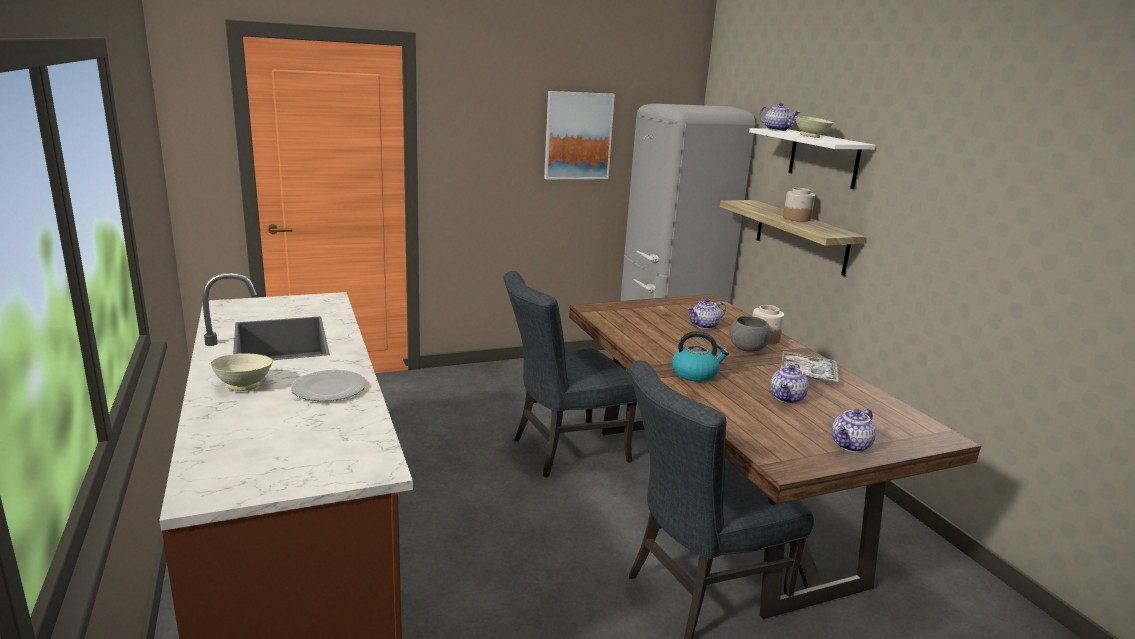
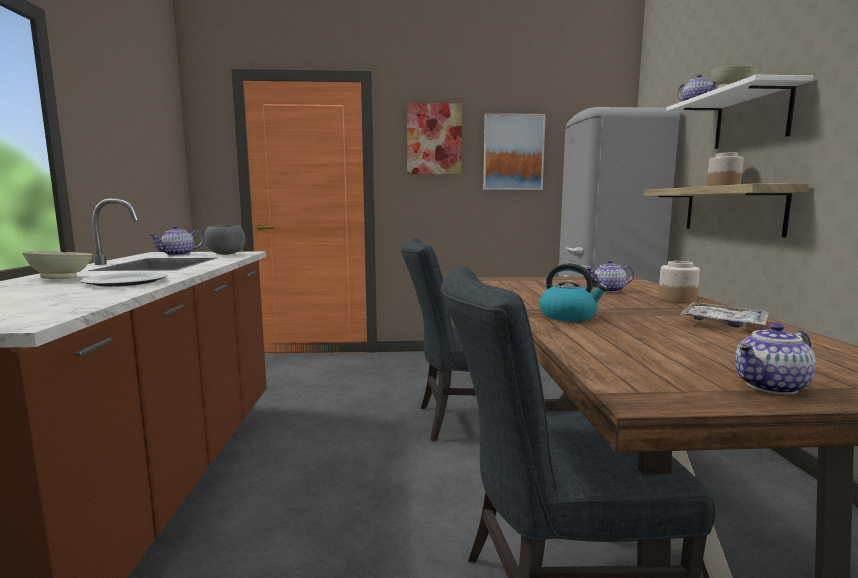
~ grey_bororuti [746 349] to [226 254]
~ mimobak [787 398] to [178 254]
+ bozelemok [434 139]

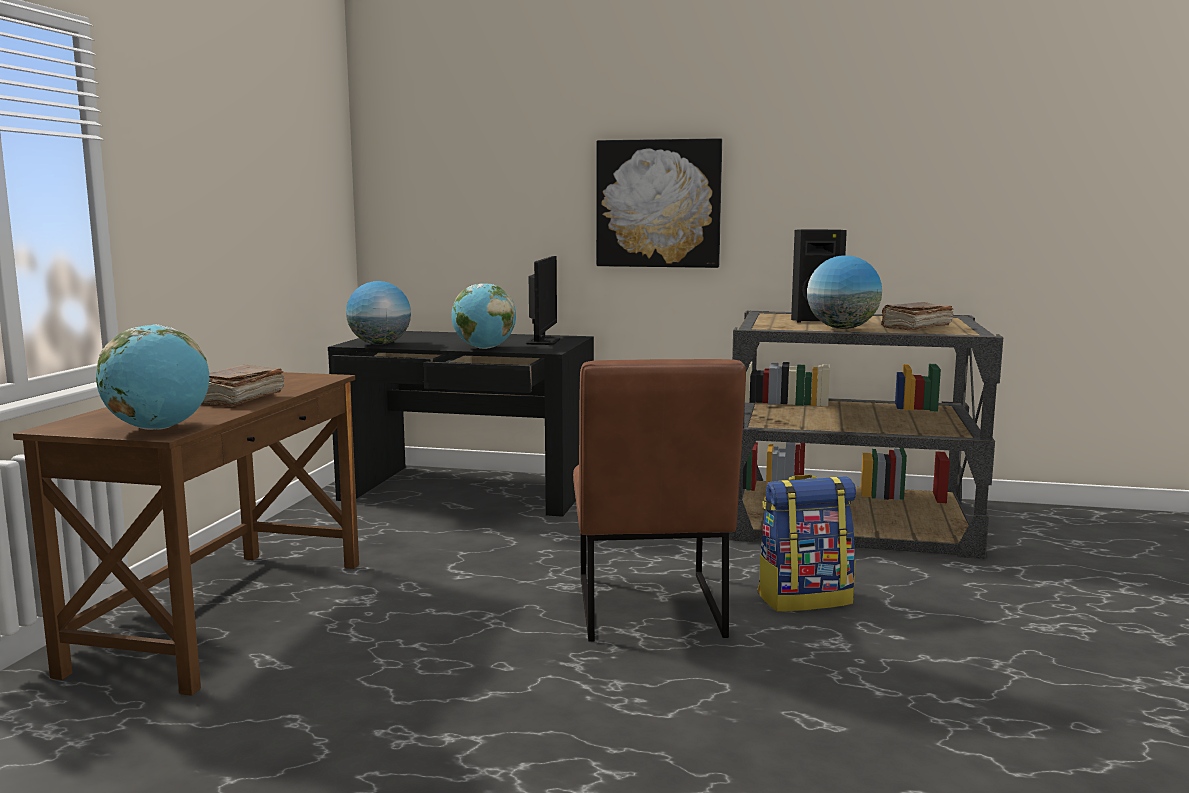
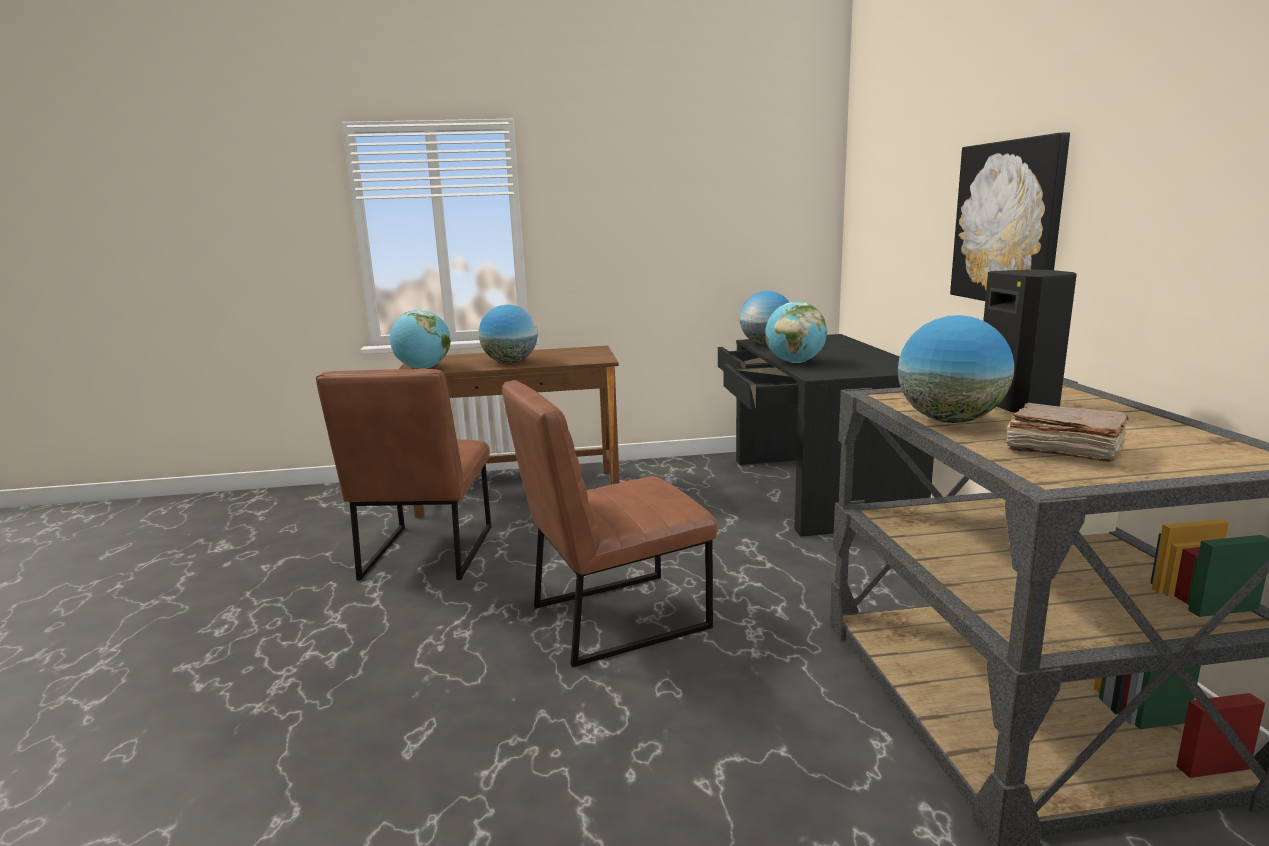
~ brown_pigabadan [239 399] to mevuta [510 362]
- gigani [543 341]
- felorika [804 599]
+ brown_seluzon [426 554]

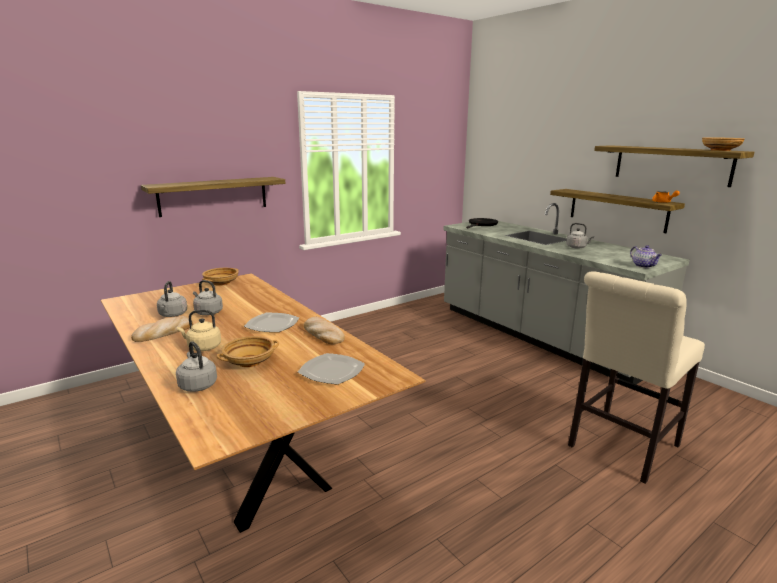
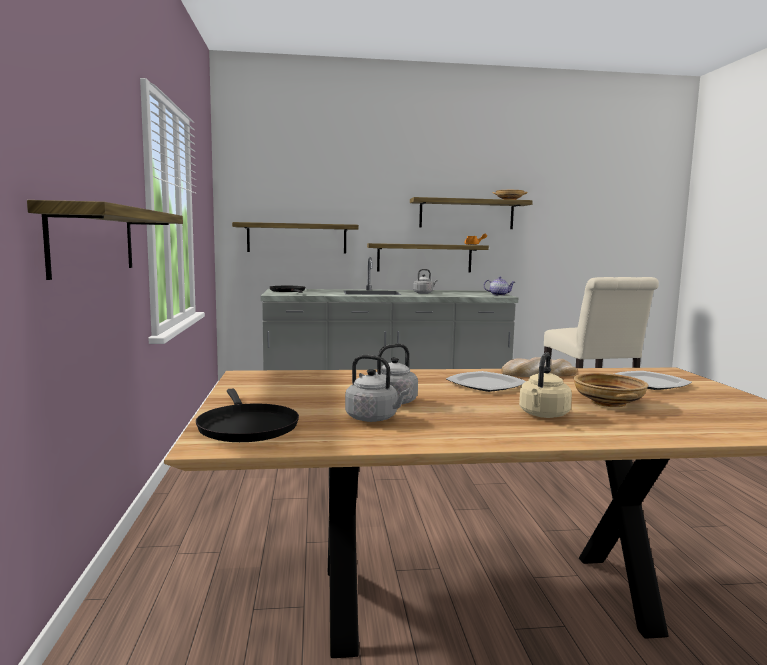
- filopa [163 332]
- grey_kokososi [197 385]
- beige_bororuti [221 283]
+ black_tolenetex [246 426]
+ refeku [297 238]

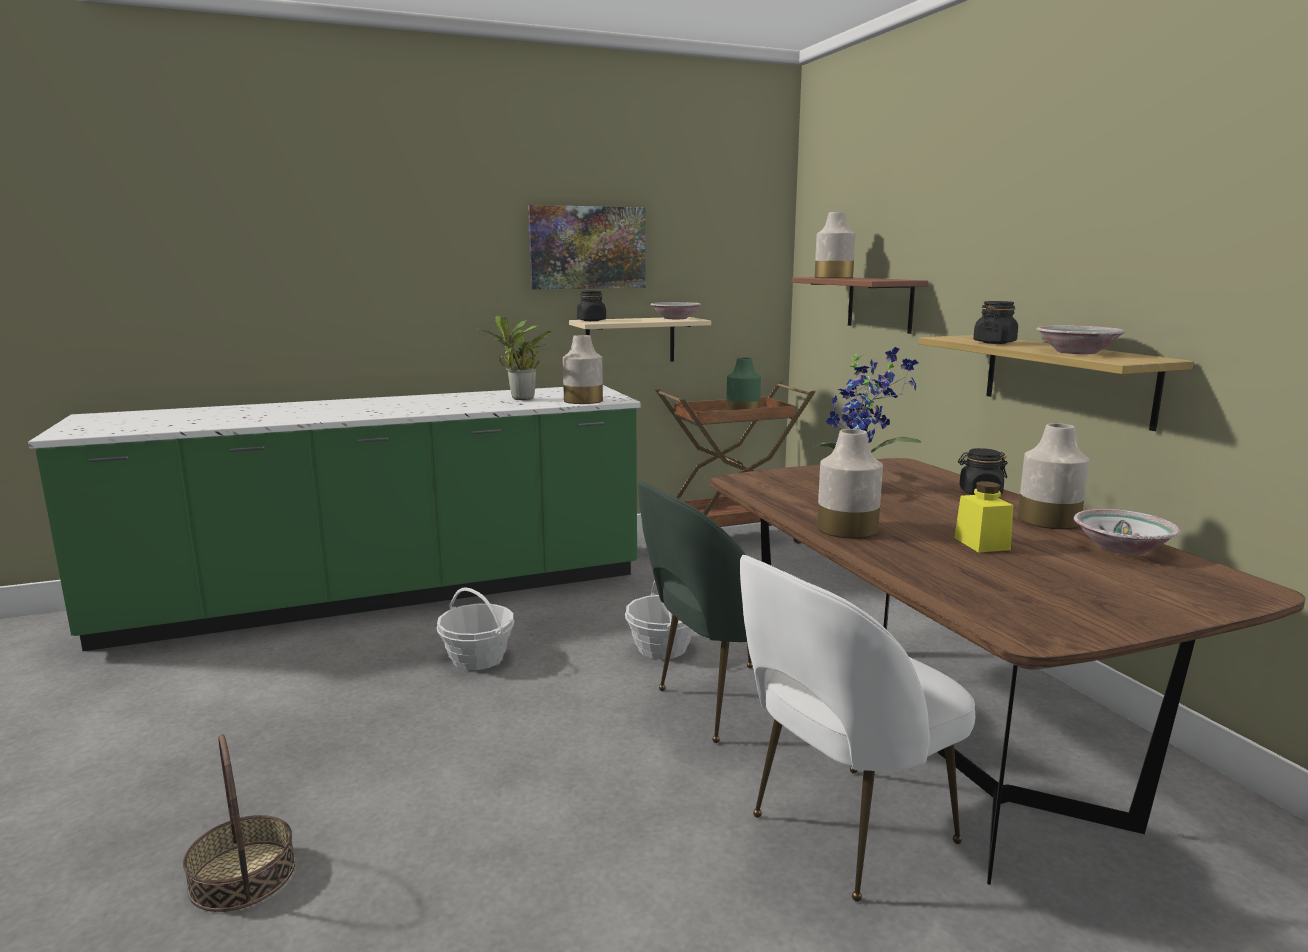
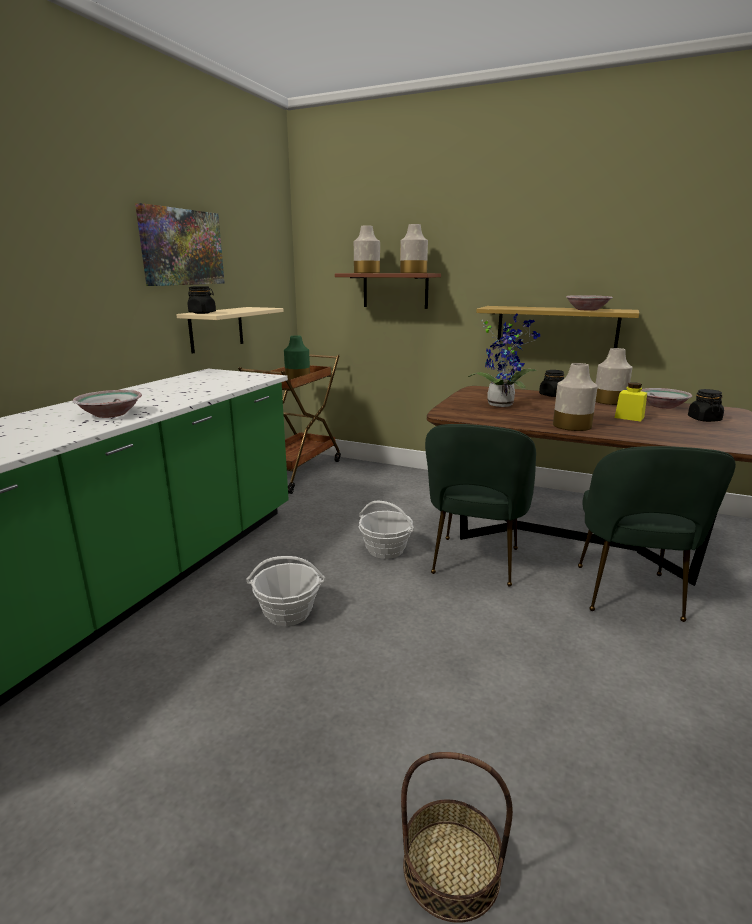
- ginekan [520 399]
~ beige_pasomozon [583 400] to [413 273]
~ bororuti [676 318] to [111 414]
~ white_seluzon [841 835] to green_seluzon [628 598]
~ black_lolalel [994 342] to [704 419]

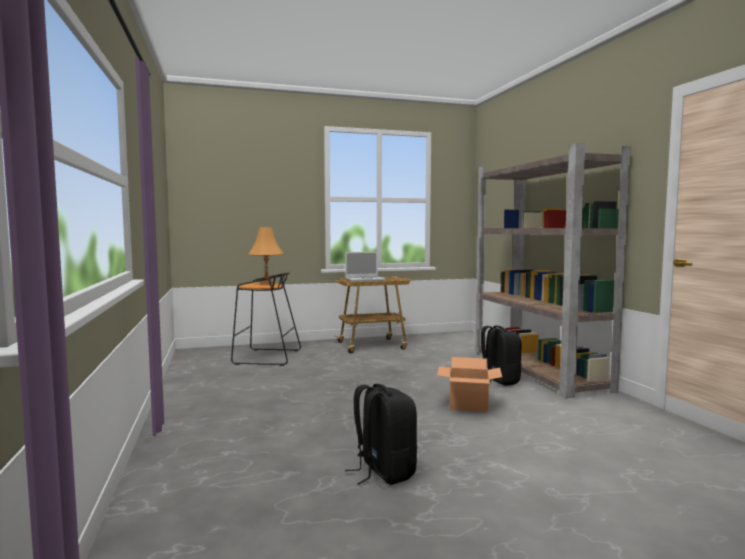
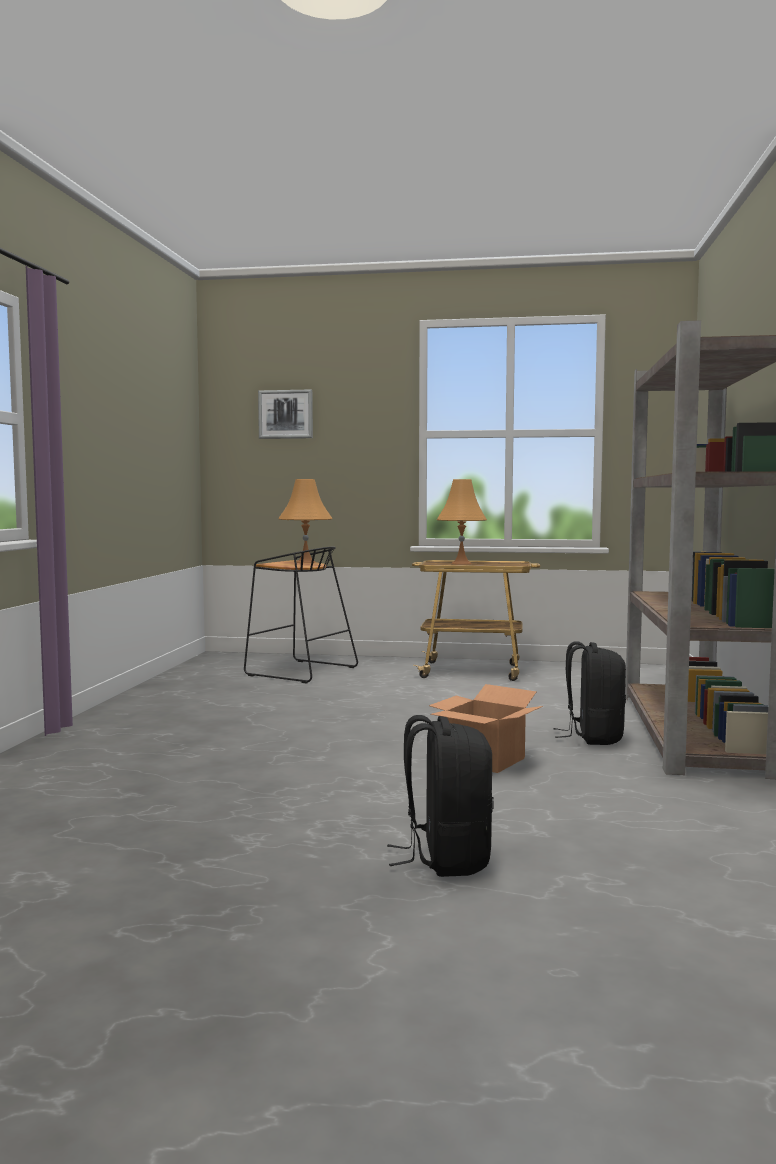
~ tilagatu [365 280] to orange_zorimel [461 563]
~ black_felorika [383 472] to [445 859]
+ bozelemok [285 414]

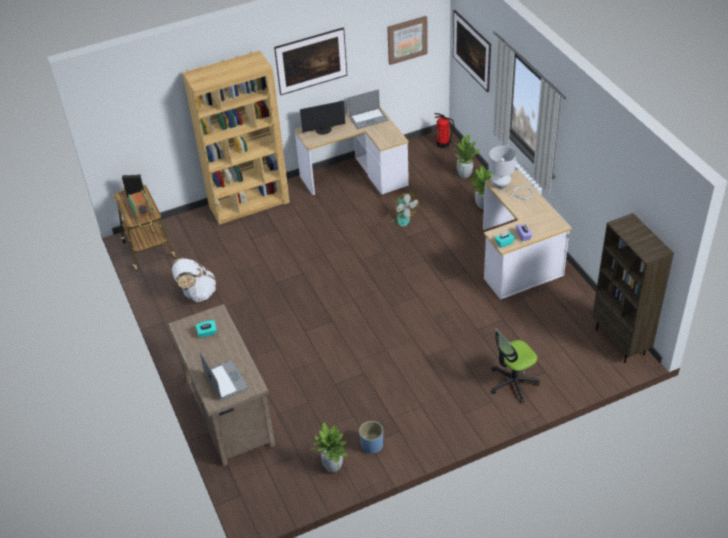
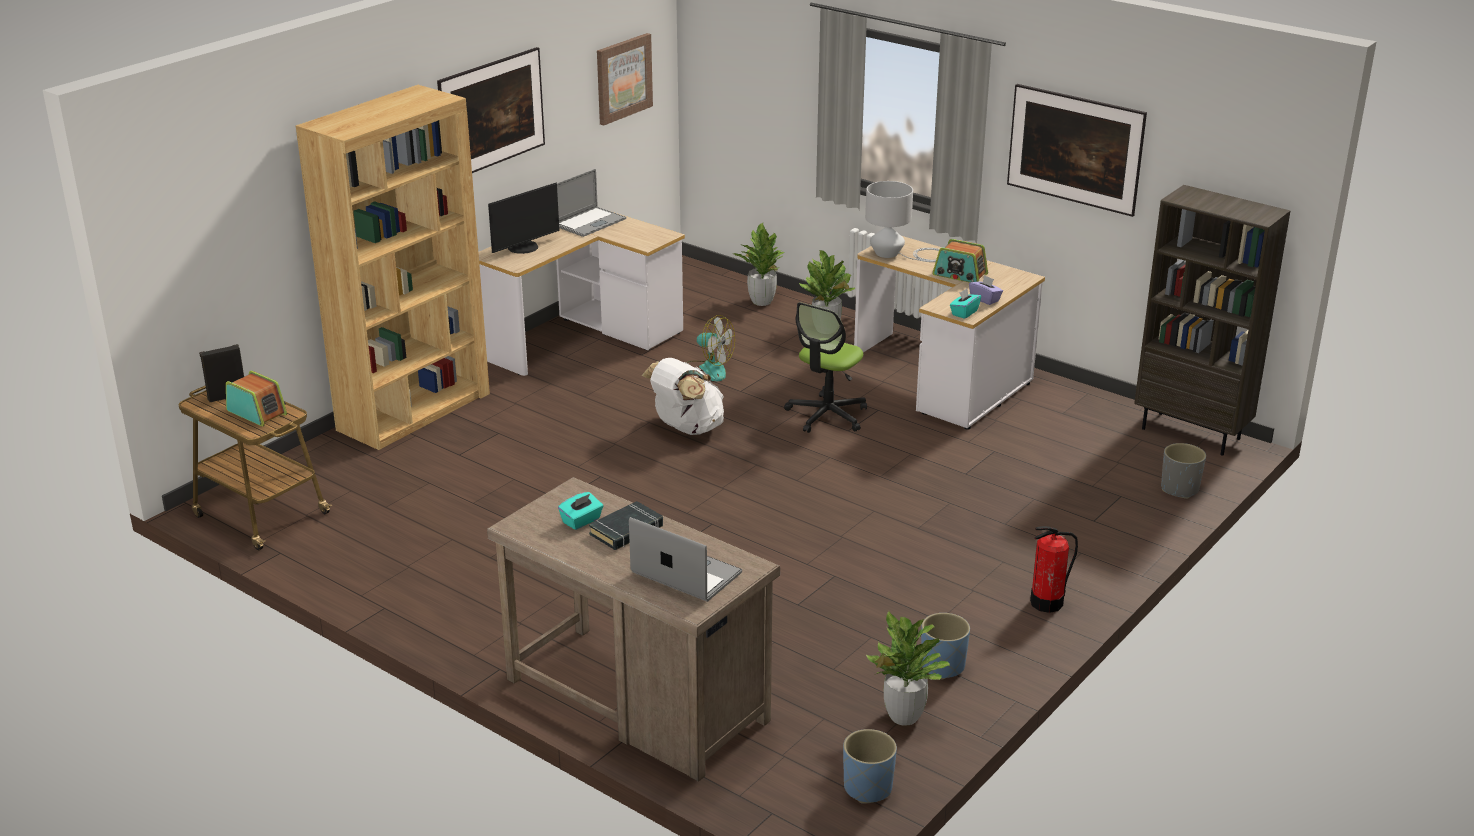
~ white_felorika [197 293] to [686 428]
~ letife [443 144] to [1047 603]
~ bozelemok [471 62] to [1072 174]
~ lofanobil [513 383] to [827 415]
+ black_pigabadan [627 530]
+ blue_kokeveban [867 788]
+ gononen [960 275]
+ grey_kokeveban [1179 489]

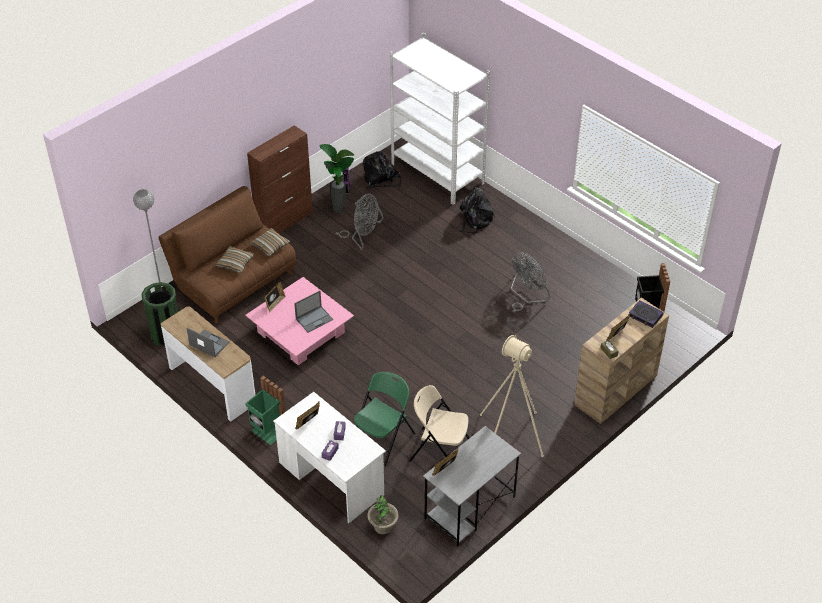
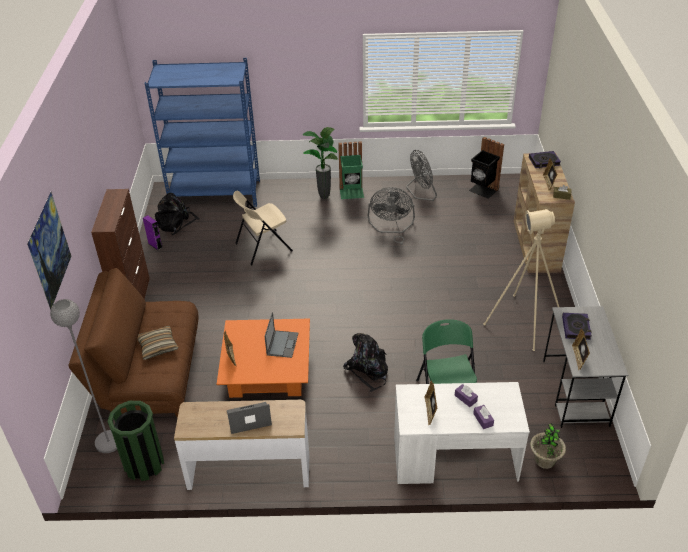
~ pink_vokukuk [301 332] to orange_vokukuk [267 370]
~ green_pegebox [268 431] to [352 193]
- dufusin [270 246]
~ ginekan [338 210] to [323 197]
~ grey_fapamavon [362 234] to [417 192]
~ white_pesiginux [437 173] to blue_pesiginux [215 194]
~ beige_seluzon [440 450] to [263 247]
~ black_felorika [475 220] to [368 370]
+ bozelemok [56 266]
+ pigabadan [576 328]

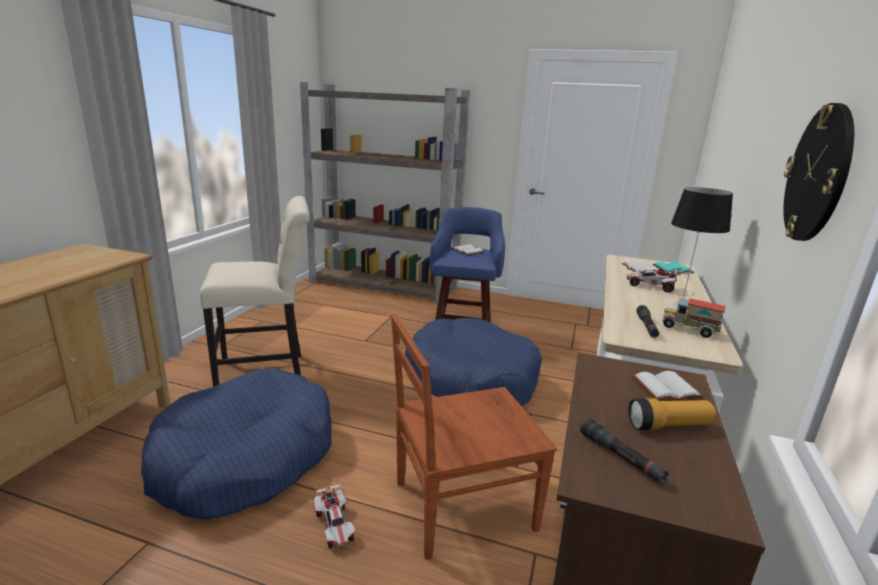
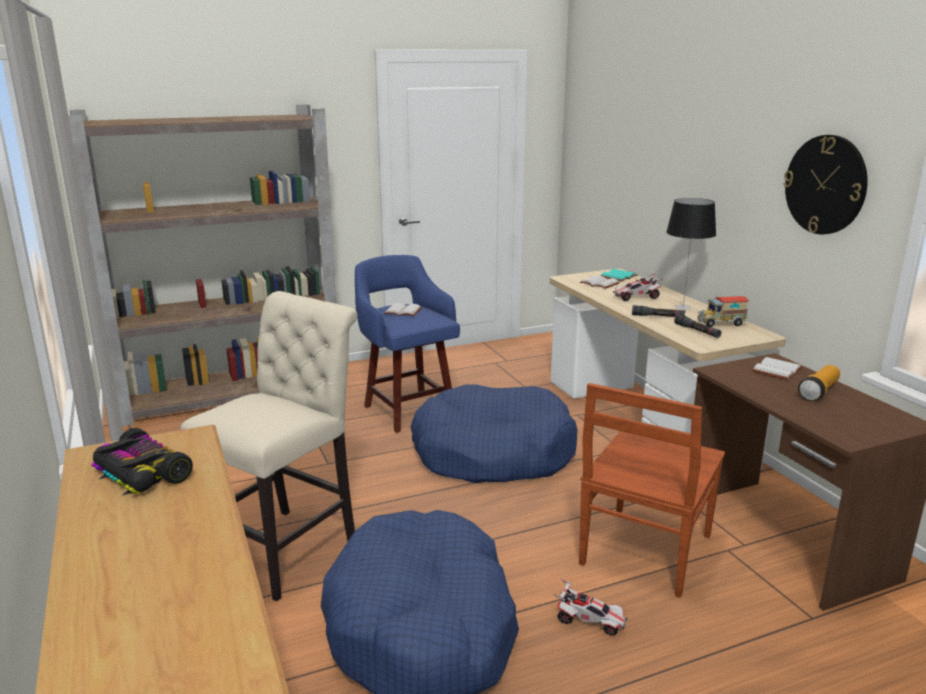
~ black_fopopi [620 457] to [658 316]
+ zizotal [140 474]

